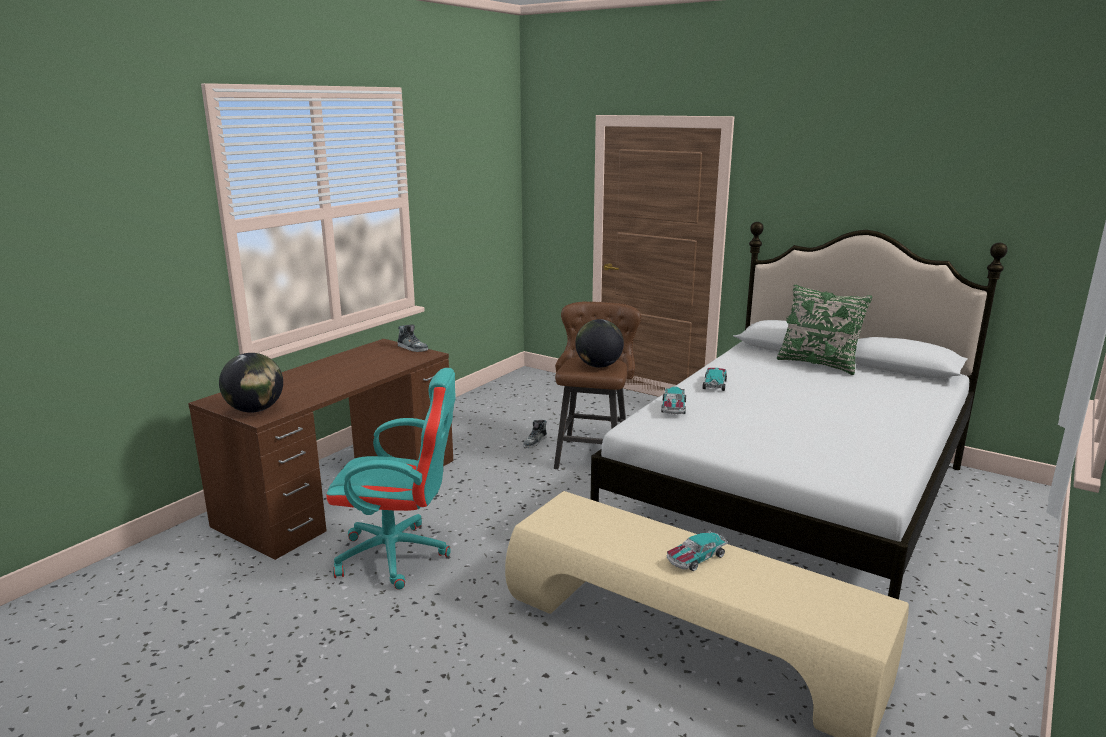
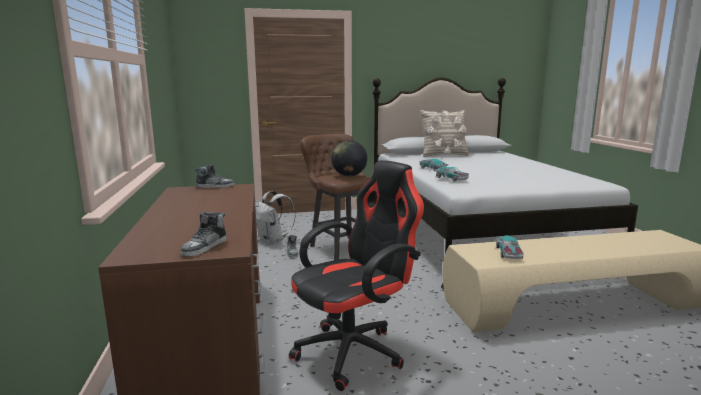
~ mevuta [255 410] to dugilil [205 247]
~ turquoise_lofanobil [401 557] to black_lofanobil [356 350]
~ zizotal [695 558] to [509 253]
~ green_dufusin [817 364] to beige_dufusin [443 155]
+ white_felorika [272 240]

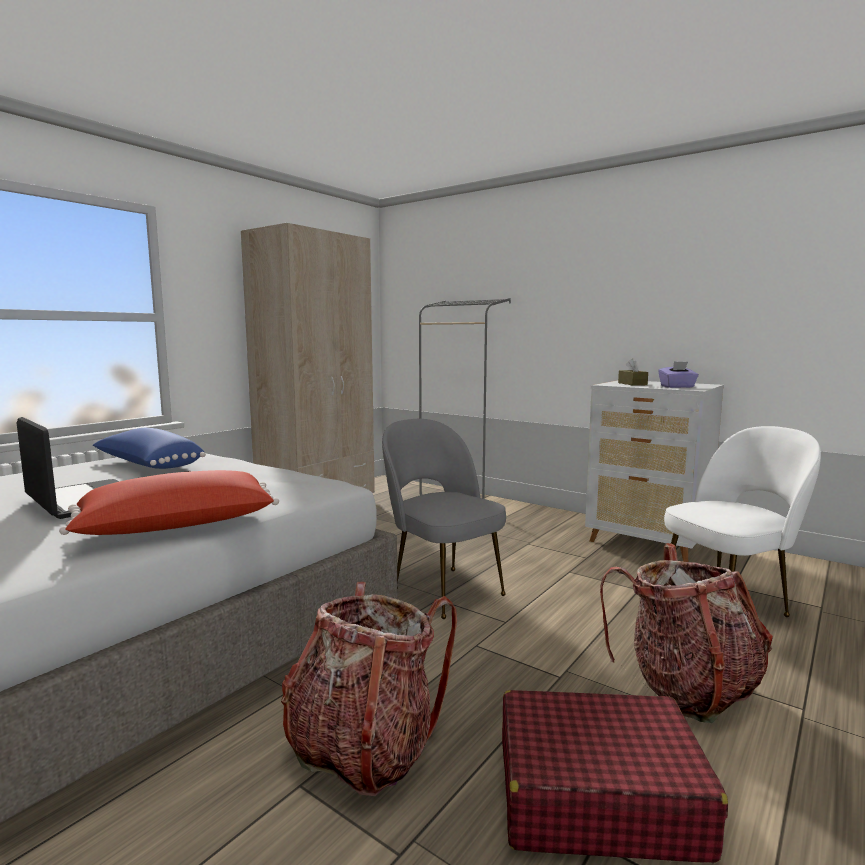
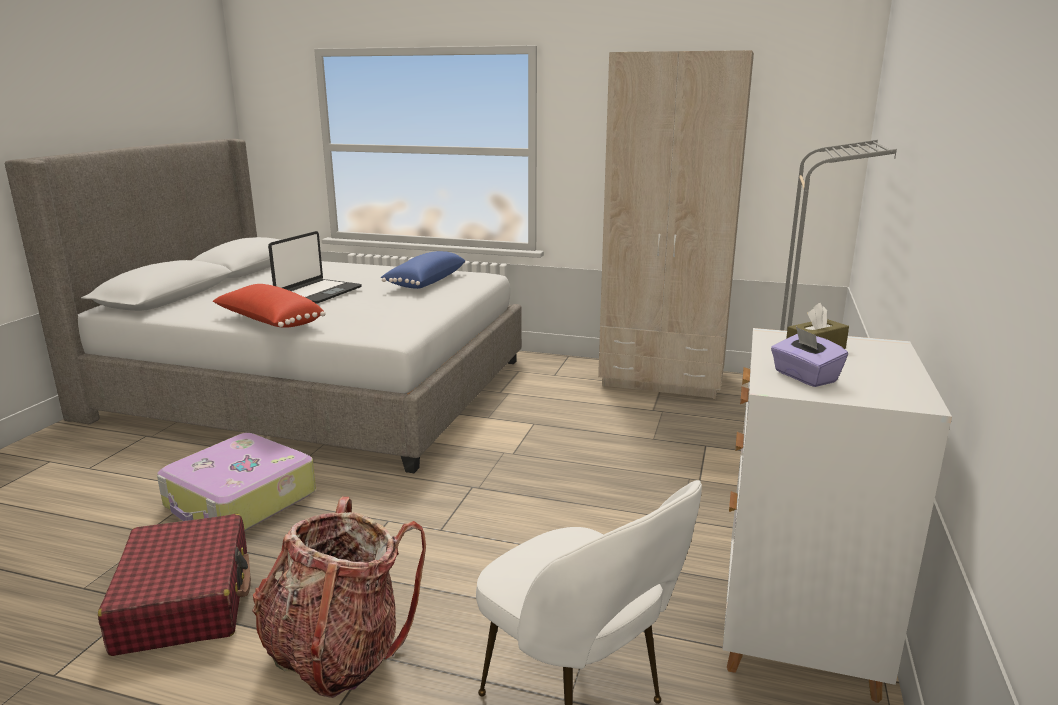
~ felorika [364 748] to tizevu [240 501]
- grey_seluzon [443 589]

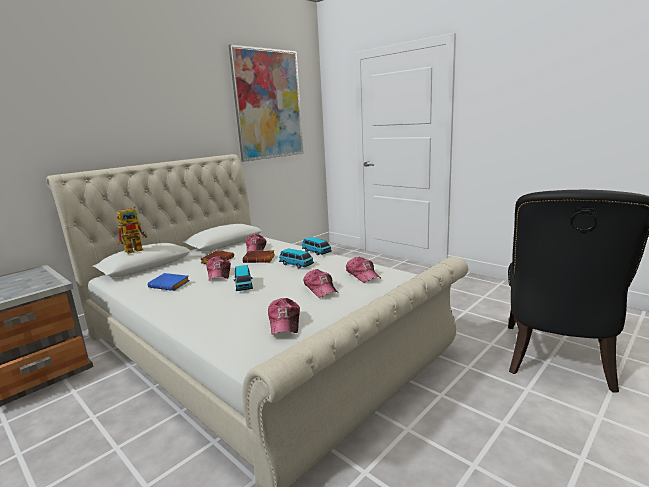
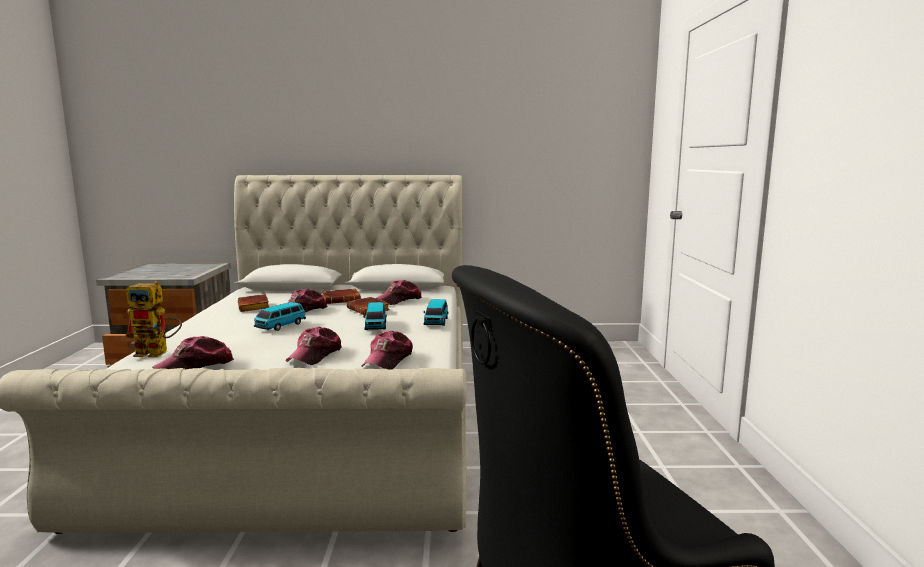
~ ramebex [137 249] to [158 353]
~ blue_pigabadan [171 285] to brown_pigabadan [255 307]
- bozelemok [268 105]

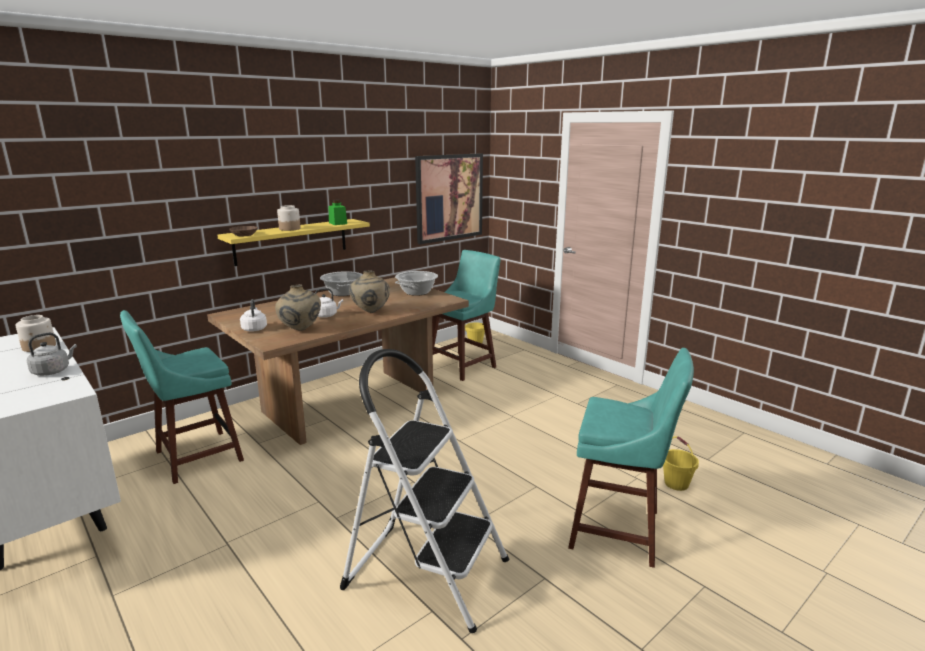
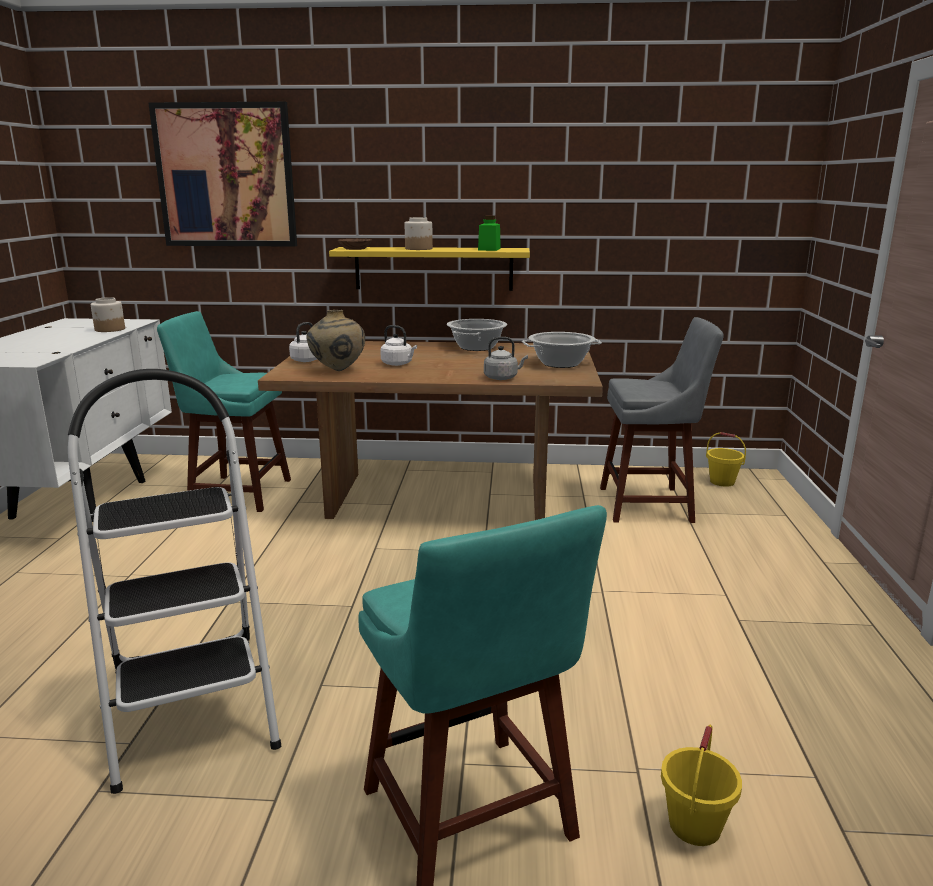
~ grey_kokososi [53 371] to [502 378]
- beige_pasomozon [370 312]
~ bozelemok [449 197] to [226 176]
~ turquoise_seluzon [464 365] to grey_seluzon [651 504]

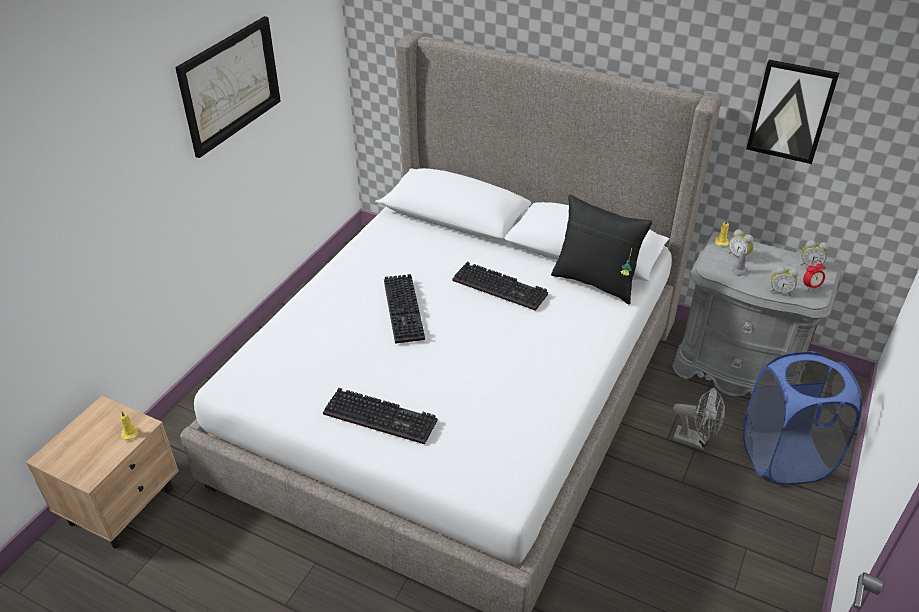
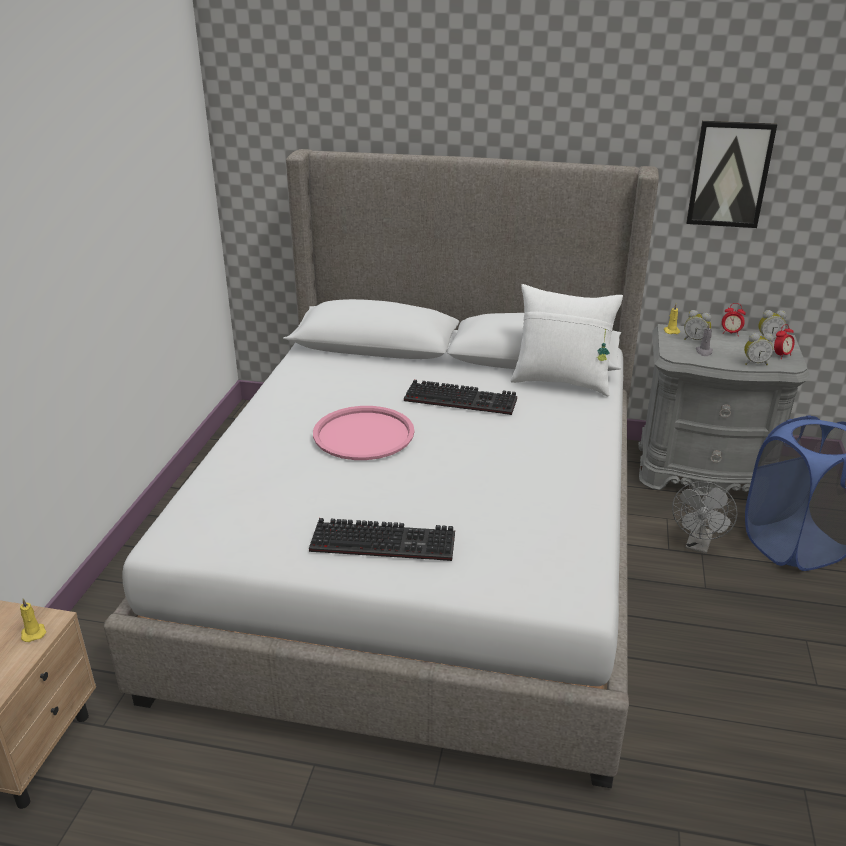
- bozelemok [230 85]
~ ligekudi [406 310] to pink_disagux [363 434]
~ black_dufusin [594 283] to white_dufusin [561 383]
~ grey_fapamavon [695 441] = [698 545] 105 degrees clockwise
+ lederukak [730 333]

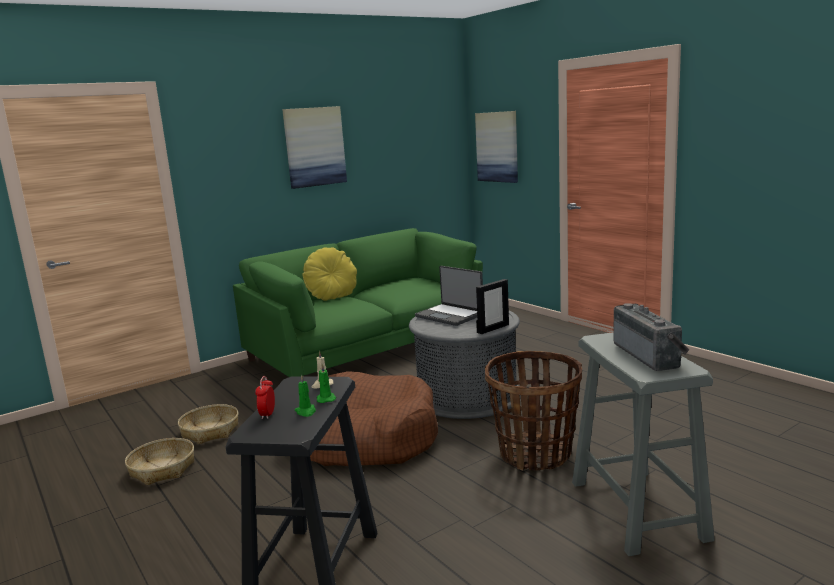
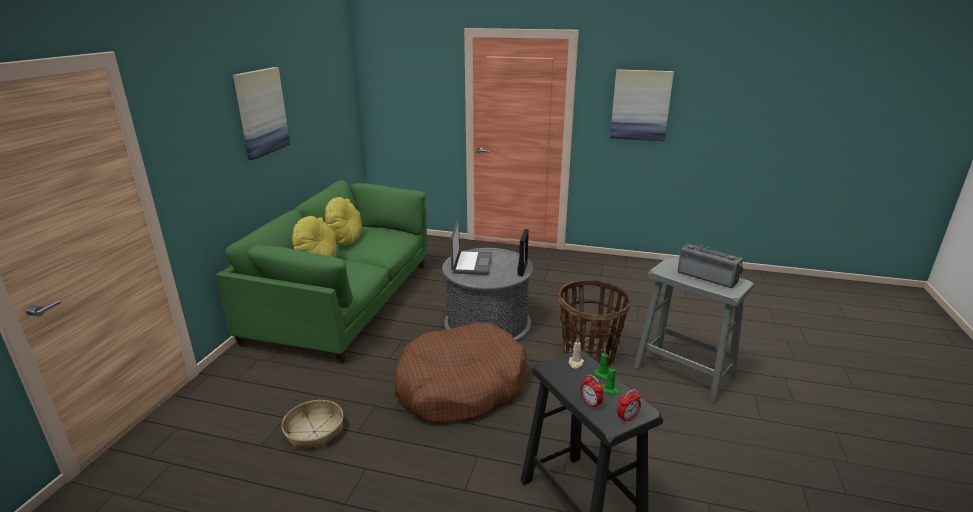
- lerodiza [162 469]
~ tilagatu [450 315] = [471 263] 90 degrees counterclockwise
~ bozelemok [497 147] to [640 105]
+ yellow_dufusin [346 241]
+ lederukak [627 418]

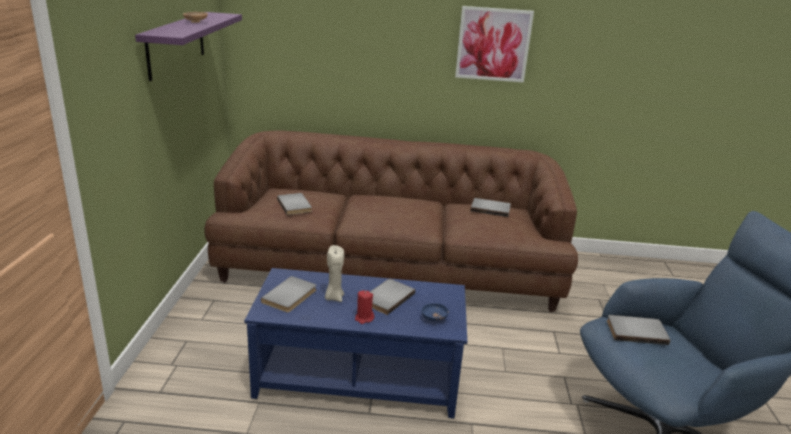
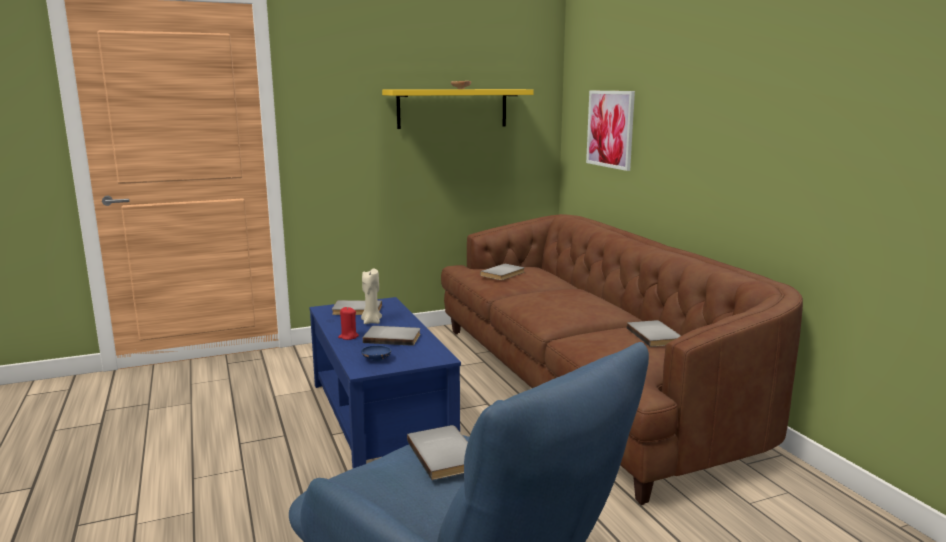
~ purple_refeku [176 44] to yellow_refeku [452 108]
~ bozelemok [493 44] to [610 129]

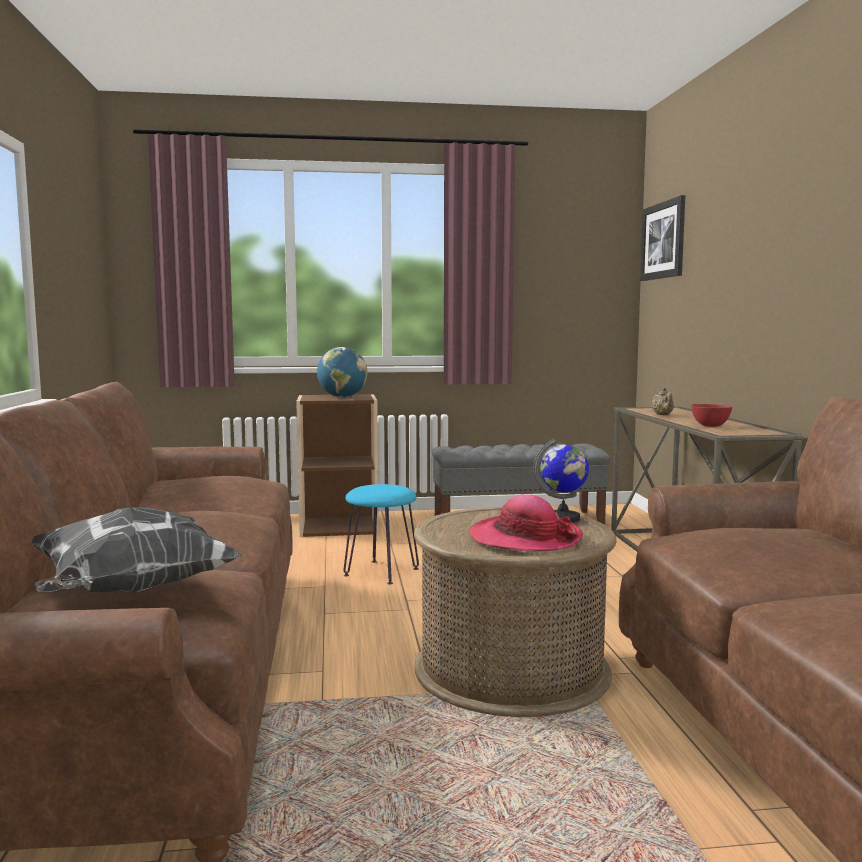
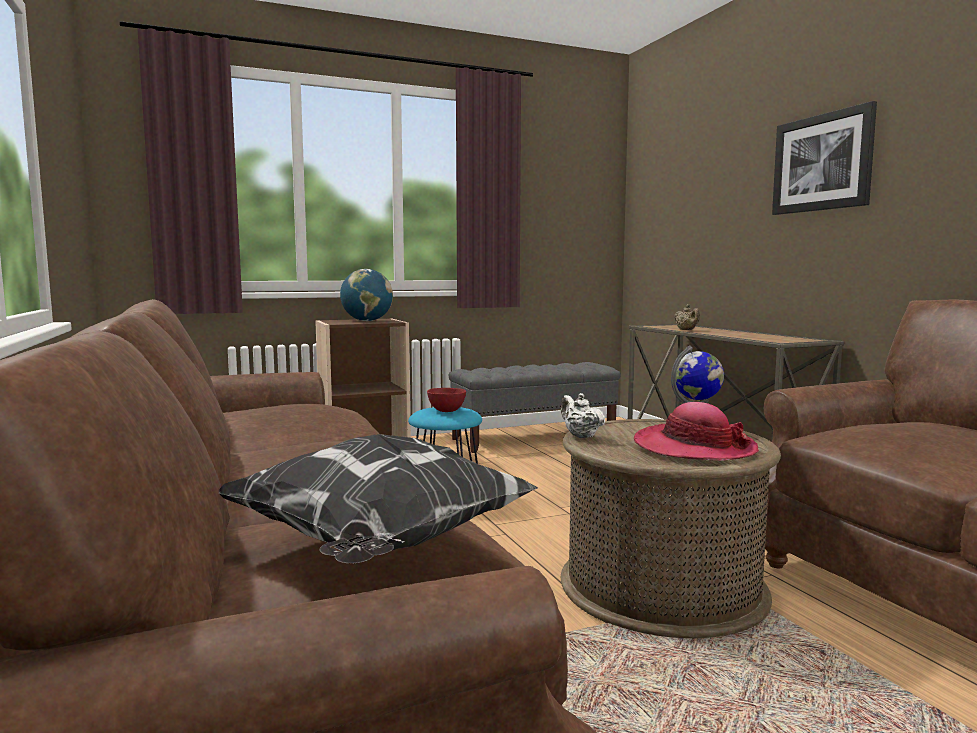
~ bozelemok [663 240] to [822 163]
~ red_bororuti [709 426] to [446 411]
+ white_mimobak [580 436]

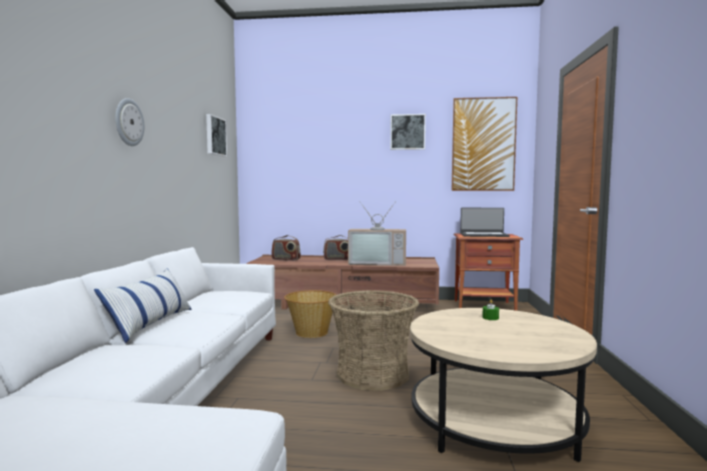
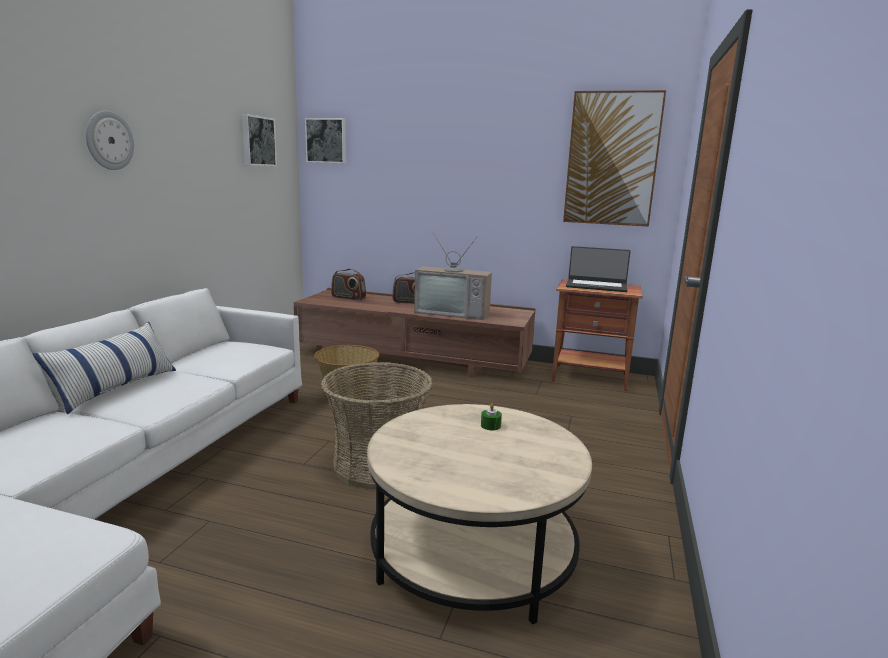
~ bozelemok [407 132] to [326 140]

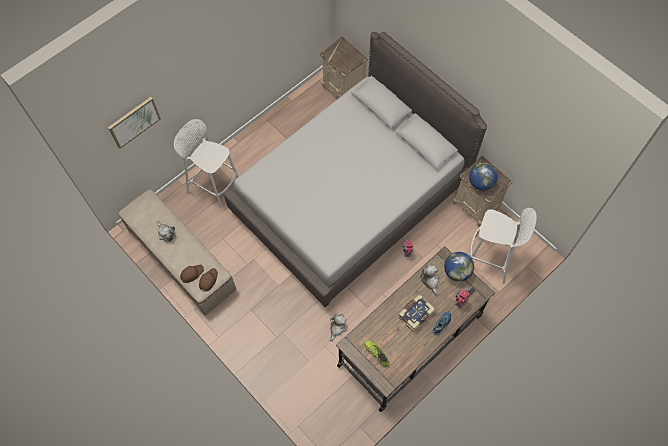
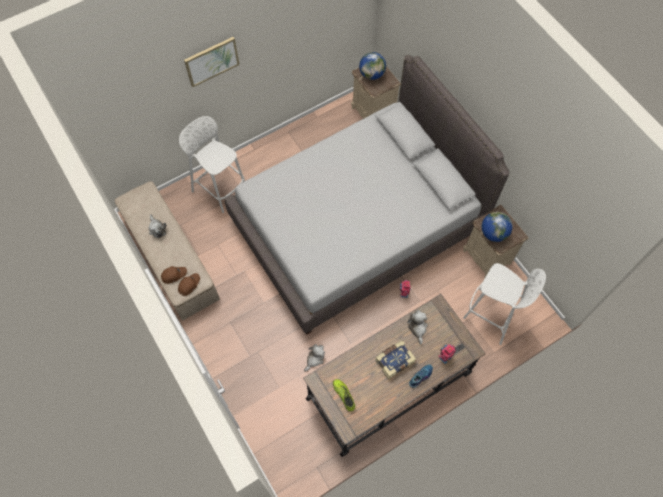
~ bozelemok [134 122] to [211 61]
~ mevuta [456 271] to [371 74]

